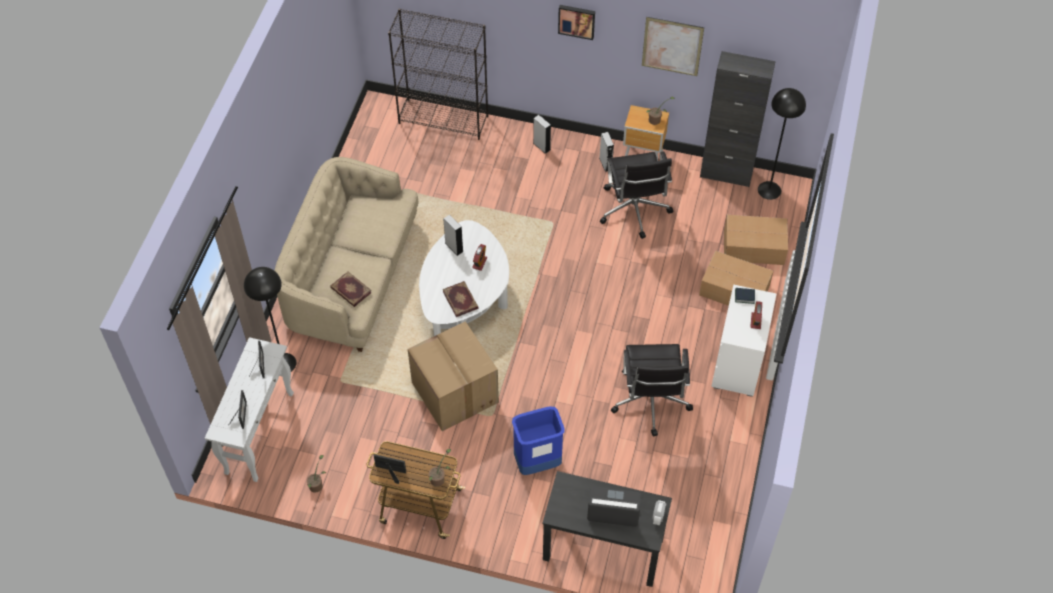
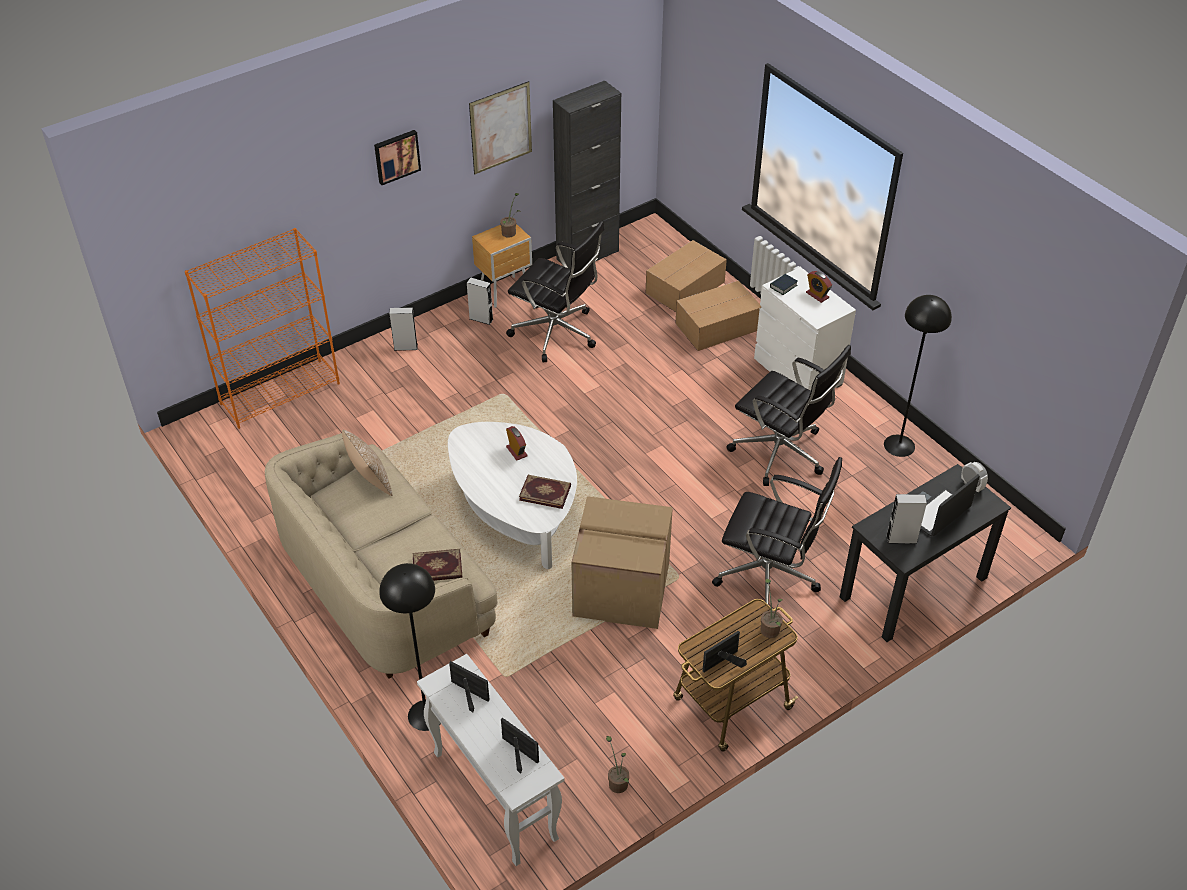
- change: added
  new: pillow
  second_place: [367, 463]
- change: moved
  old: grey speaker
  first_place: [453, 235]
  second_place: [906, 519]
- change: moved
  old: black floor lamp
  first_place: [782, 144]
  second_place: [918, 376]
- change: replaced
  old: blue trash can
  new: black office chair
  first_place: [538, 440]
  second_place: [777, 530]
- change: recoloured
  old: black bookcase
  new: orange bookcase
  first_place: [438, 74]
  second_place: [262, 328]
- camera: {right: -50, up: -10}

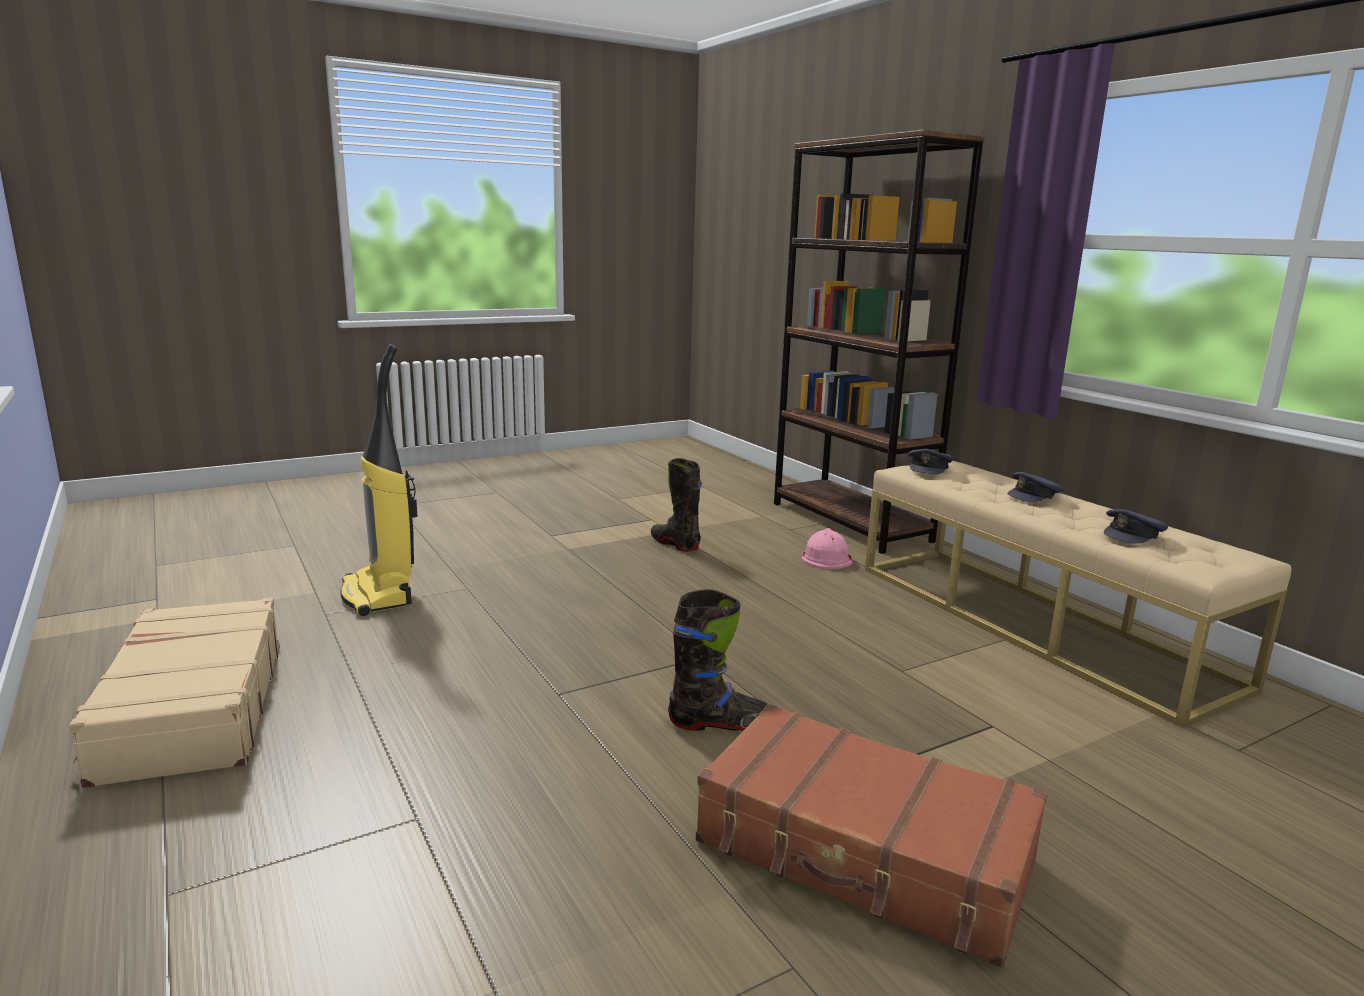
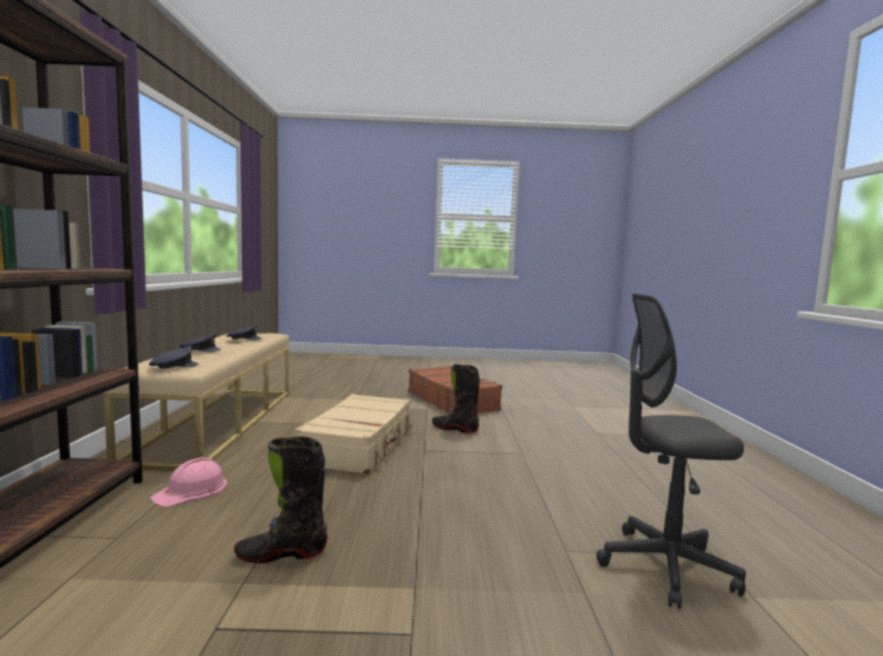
- change: moved
  old: beige suitcase
  first_place: [174, 693]
  second_place: [353, 434]
- change: replaced
  old: vacuum cleaner
  new: grey office chair
  first_place: [379, 480]
  second_place: [671, 451]
- change: turned
  old: black boot
  first_place: [676, 505]
  second_place: [281, 499]
  degrees: 90
- camera: {right: -150, up: -10}

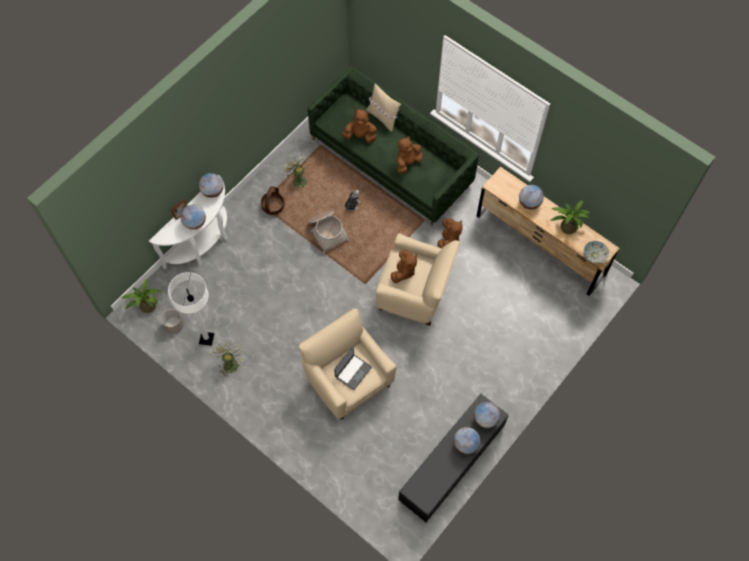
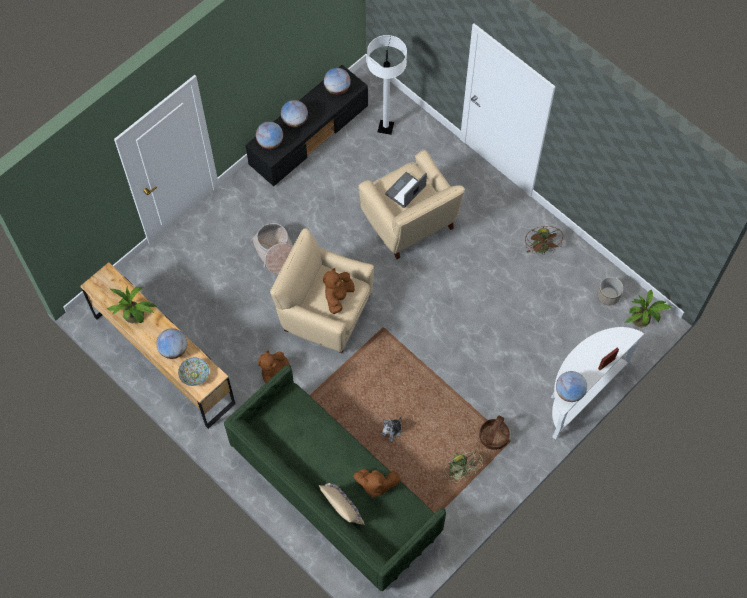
- change: removed
  old: brown plush toy
  first_place: [410, 155]
- change: moved
  old: white floor lamp
  first_place: [191, 309]
  second_place: [387, 85]
- change: moved
  old: globe
  first_place: [193, 217]
  second_place: [337, 81]
- change: moved
  old: basket
  first_place: [329, 232]
  second_place: [272, 248]
- change: moved
  old: bowl
  first_place: [596, 252]
  second_place: [193, 372]
- change: recoloured
  old: green fan
  new: brown fan
  first_place: [227, 360]
  second_place: [544, 240]
- camera: {right: -175, up: 0}

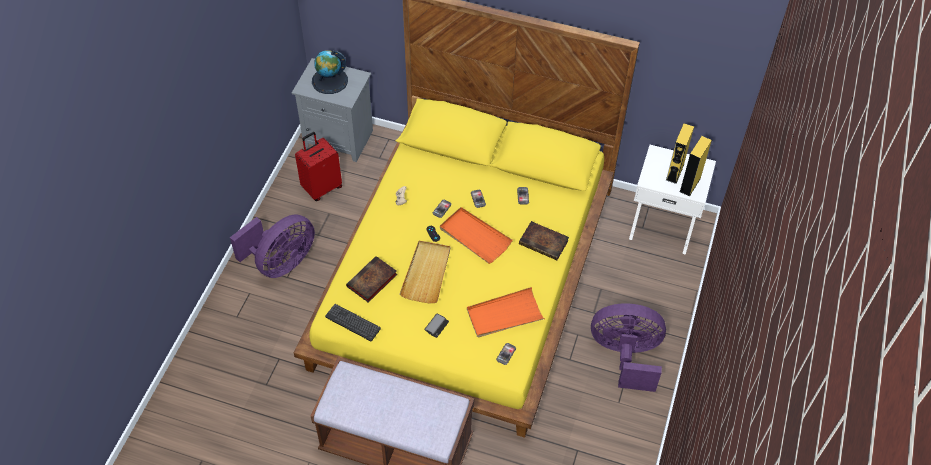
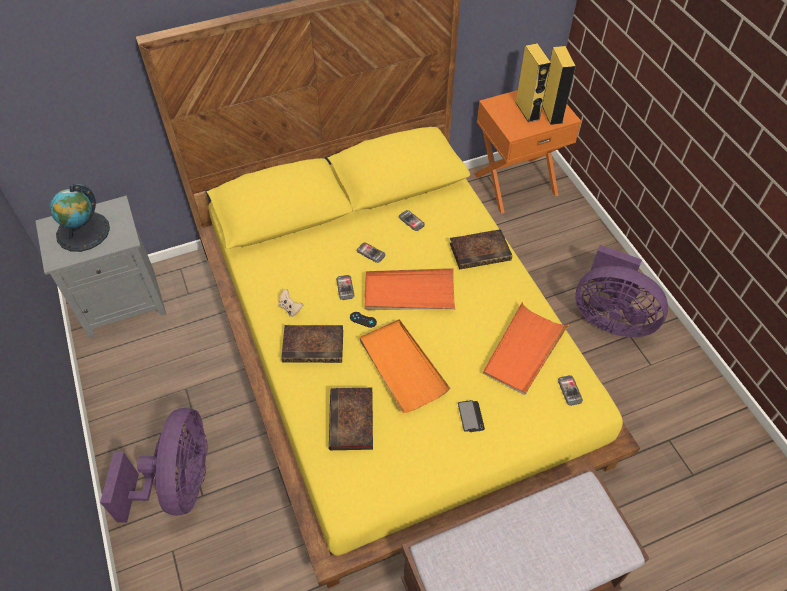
- change: removed
  old: red suitcase
  first_place: [318, 166]
- change: removed
  old: keyboard
  first_place: [353, 322]
- change: added
  new: book
  second_place: [312, 344]
- change: recoloured
  old: beige tray
  new: orange tray
  first_place: [424, 272]
  second_place: [405, 366]
- change: recoloured
  old: white nightstand
  new: orange nightstand
  first_place: [672, 200]
  second_place: [527, 152]
- change: turned
  old: purple fan
  first_place: [628, 347]
  second_place: [621, 291]
  degrees: -120
- camera: {right: -40, up: 0}

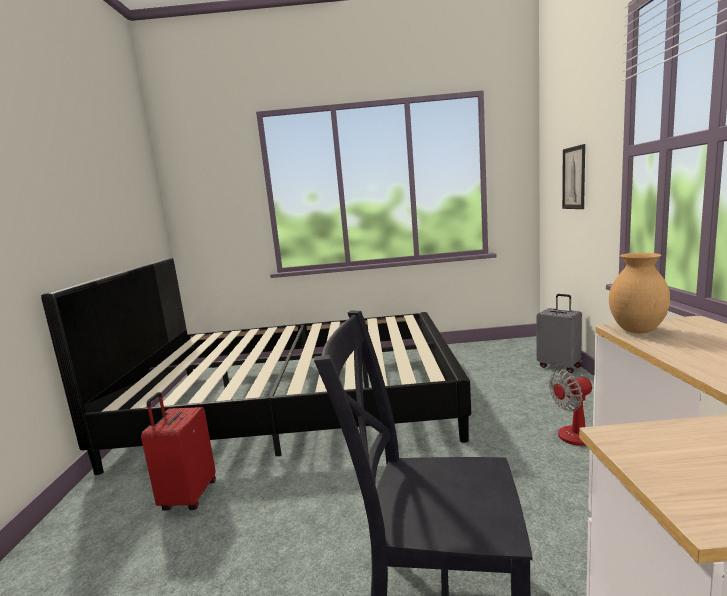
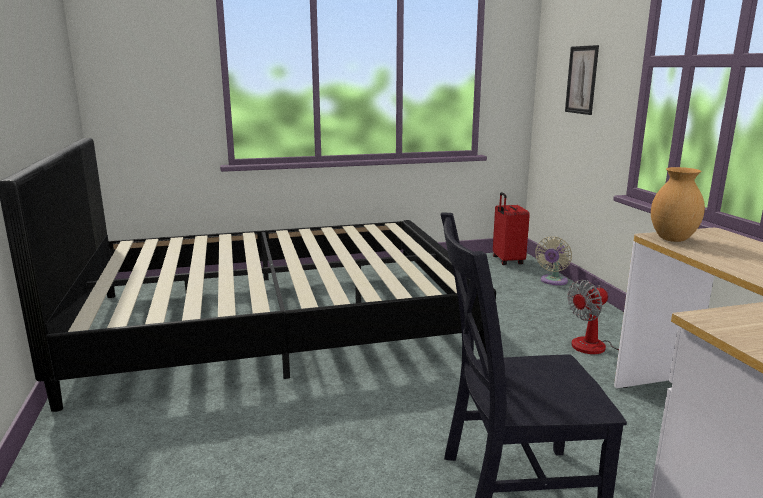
- change: moved
  old: red suitcase
  first_place: [178, 451]
  second_place: [511, 228]
- change: replaced
  old: grey suitcase
  new: beige fan
  first_place: [559, 333]
  second_place: [553, 260]
- camera: {right: -15, up: 5}

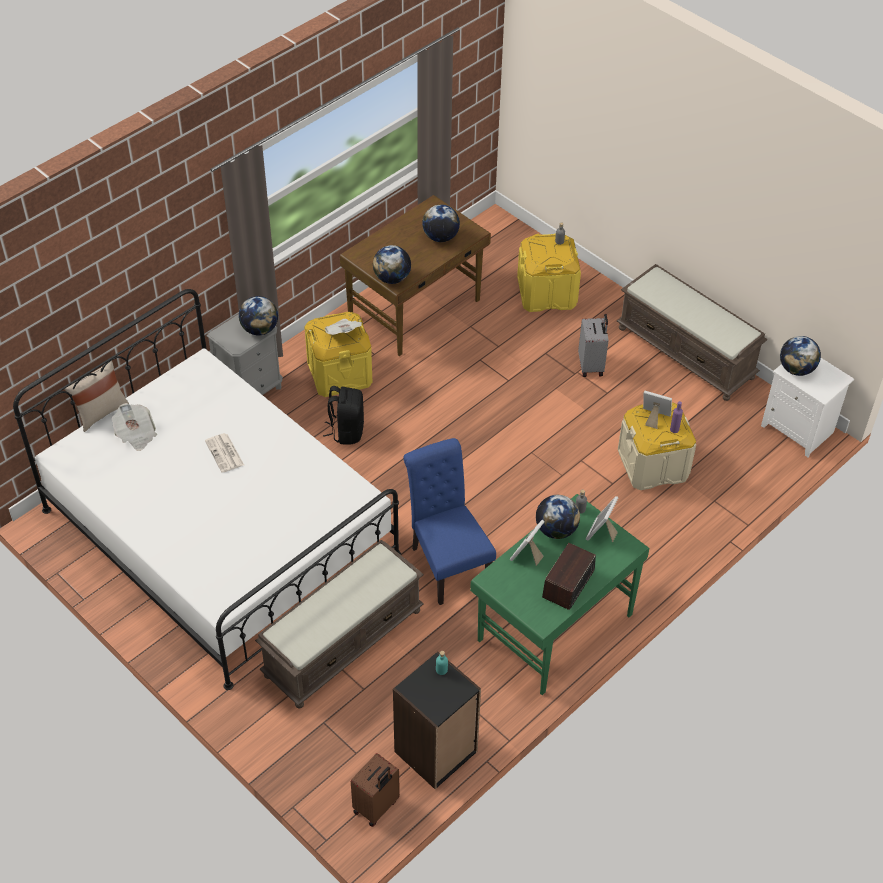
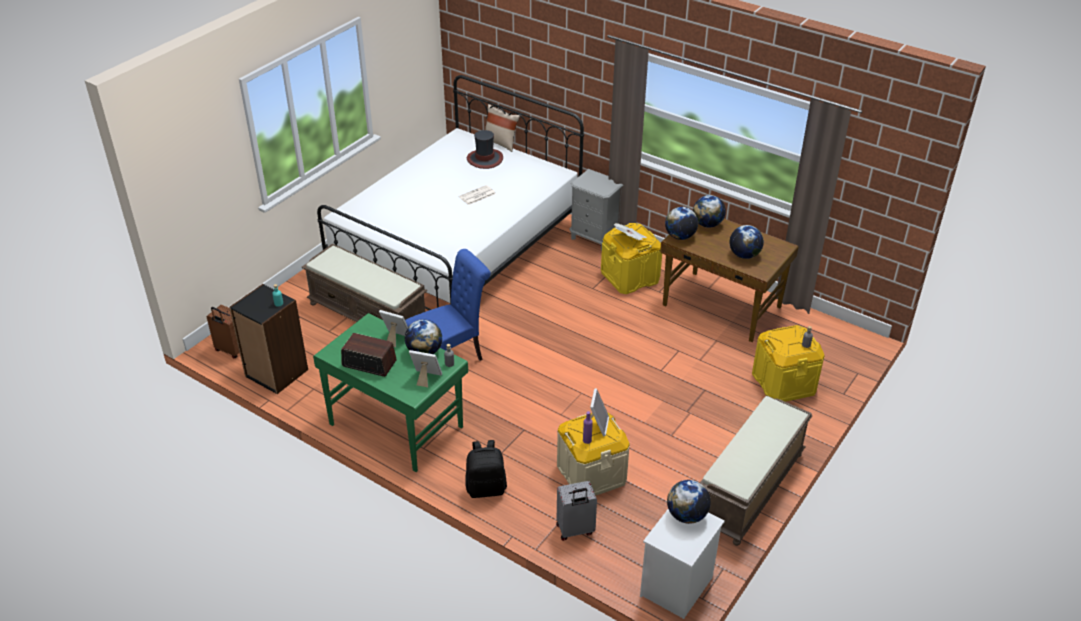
- change: moved
  old: globe
  first_place: [258, 315]
  second_place: [709, 211]
- change: moved
  old: black backpack
  first_place: [343, 415]
  second_place: [486, 469]
- change: moved
  old: grey suitcase
  first_place: [593, 345]
  second_place: [576, 511]
- change: replaced
  old: newspaper
  new: hat
  first_place: [134, 427]
  second_place: [485, 149]
- camera: {right: 80, up: -10}

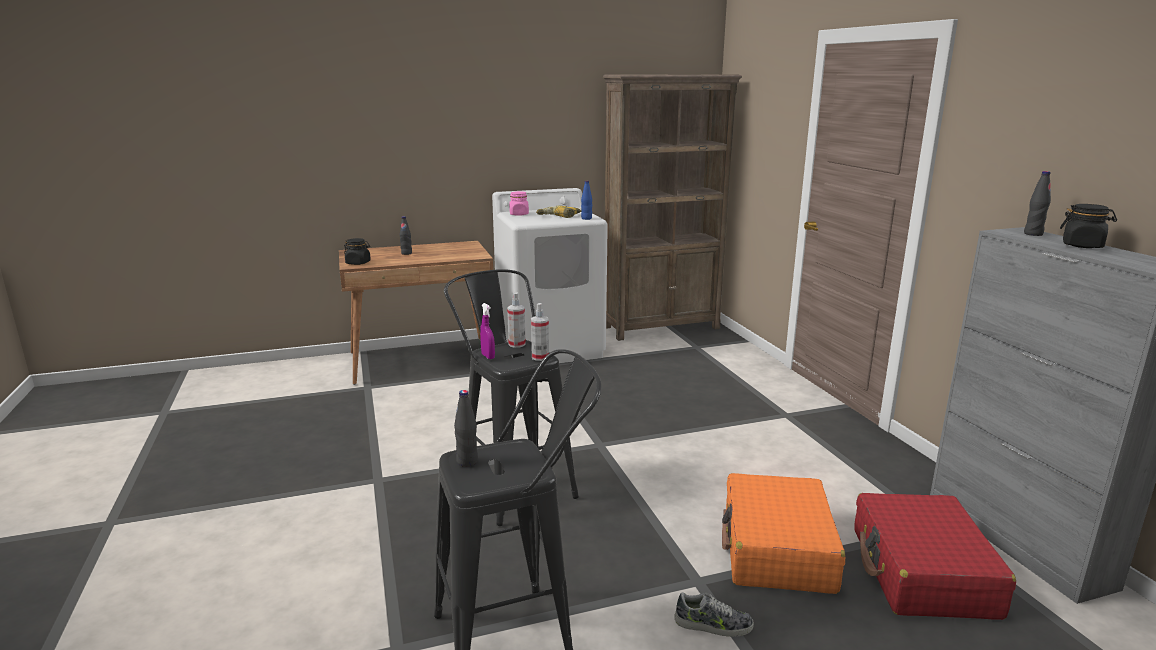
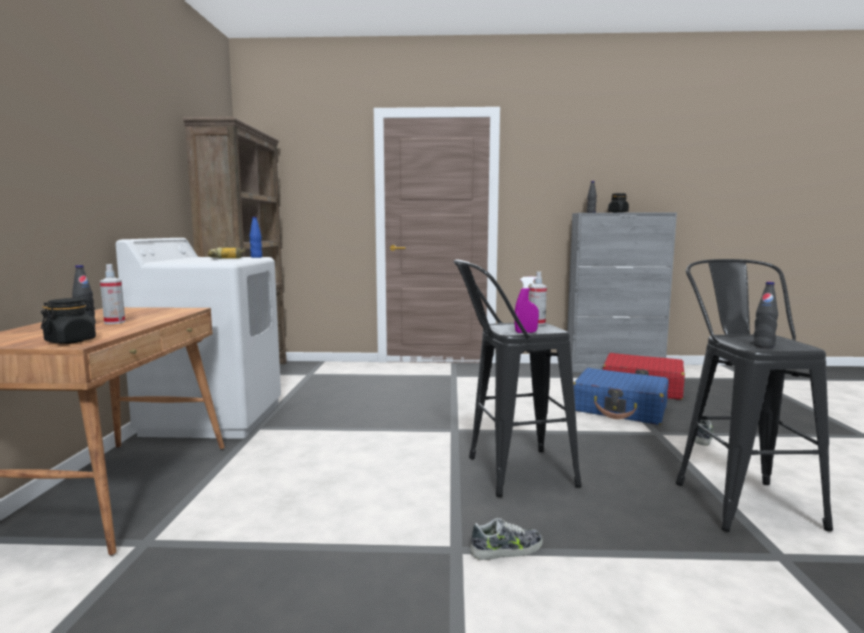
- change: removed
  old: pink jar
  first_place: [519, 203]
- change: added
  new: shoe
  second_place: [506, 539]
- change: moved
  old: spray bottle
  first_place: [516, 320]
  second_place: [112, 294]
- change: recoloured
  old: orange suitcase
  new: blue suitcase
  first_place: [783, 533]
  second_place: [621, 396]
- camera: {right: -70, up: -10}

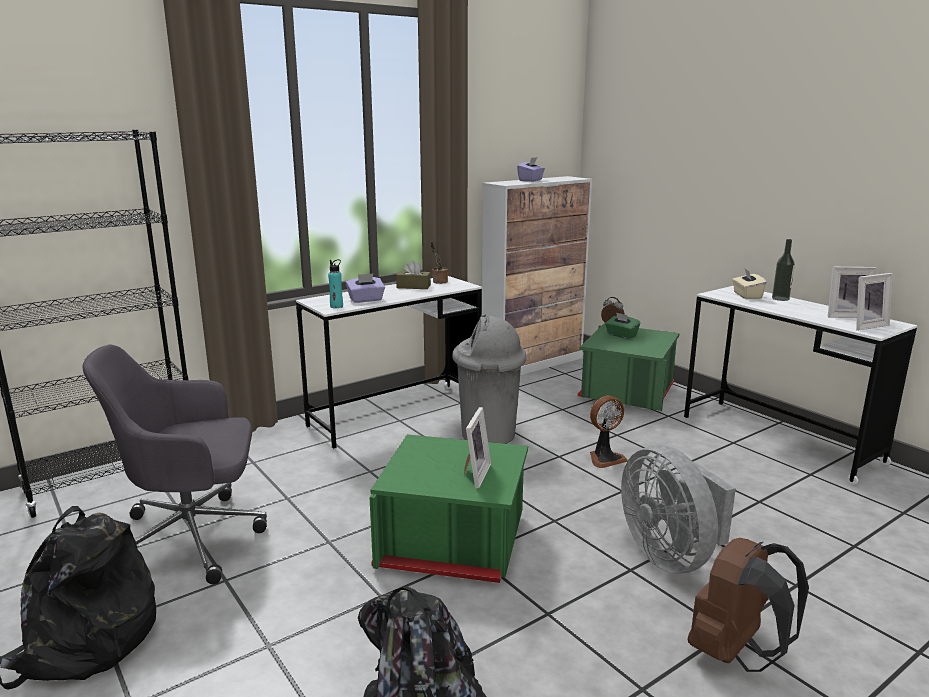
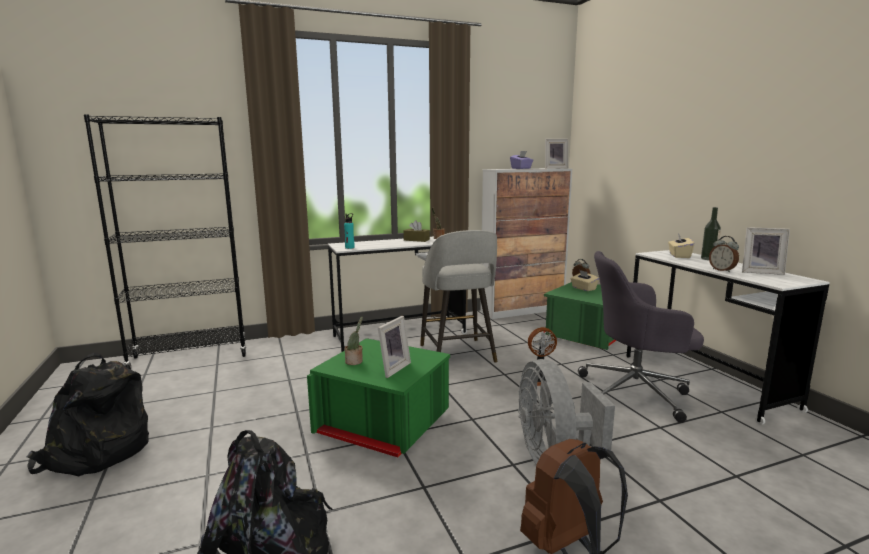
- change: removed
  old: purple tissue box
  first_place: [365, 288]
- change: added
  new: potted plant
  second_place: [354, 341]
- change: added
  new: alarm clock
  second_place: [724, 254]
- change: moved
  old: grey office chair
  first_place: [175, 464]
  second_place: [641, 337]
- change: moved
  old: picture frame
  first_place: [874, 301]
  second_place: [556, 154]
- change: replaced
  old: grey trash can
  new: grey stool
  first_place: [489, 379]
  second_place: [459, 296]
- change: recoloured
  old: green tissue box
  new: beige tissue box
  first_place: [623, 325]
  second_place: [585, 280]
- camera: {right: 15, up: -5}

